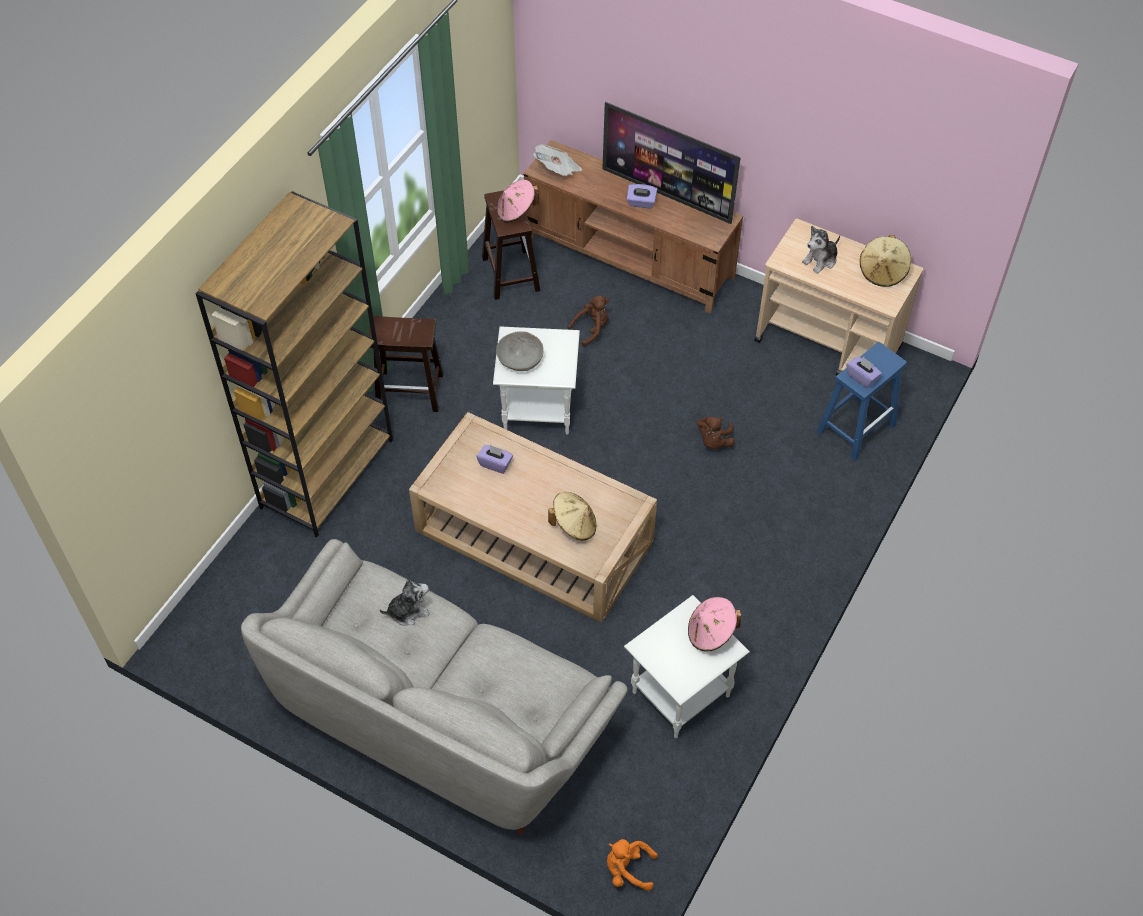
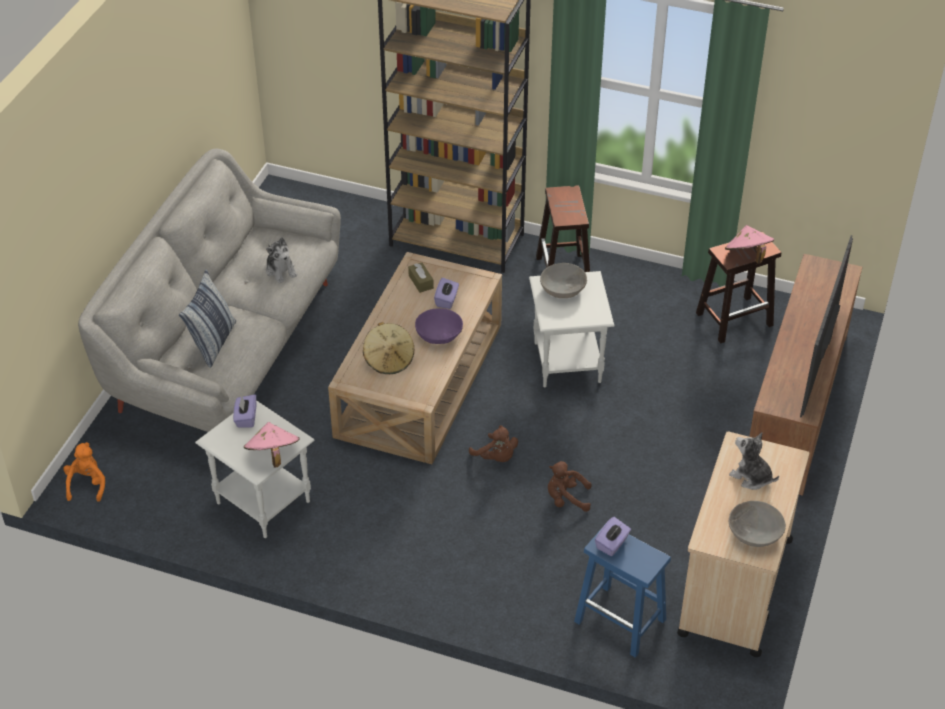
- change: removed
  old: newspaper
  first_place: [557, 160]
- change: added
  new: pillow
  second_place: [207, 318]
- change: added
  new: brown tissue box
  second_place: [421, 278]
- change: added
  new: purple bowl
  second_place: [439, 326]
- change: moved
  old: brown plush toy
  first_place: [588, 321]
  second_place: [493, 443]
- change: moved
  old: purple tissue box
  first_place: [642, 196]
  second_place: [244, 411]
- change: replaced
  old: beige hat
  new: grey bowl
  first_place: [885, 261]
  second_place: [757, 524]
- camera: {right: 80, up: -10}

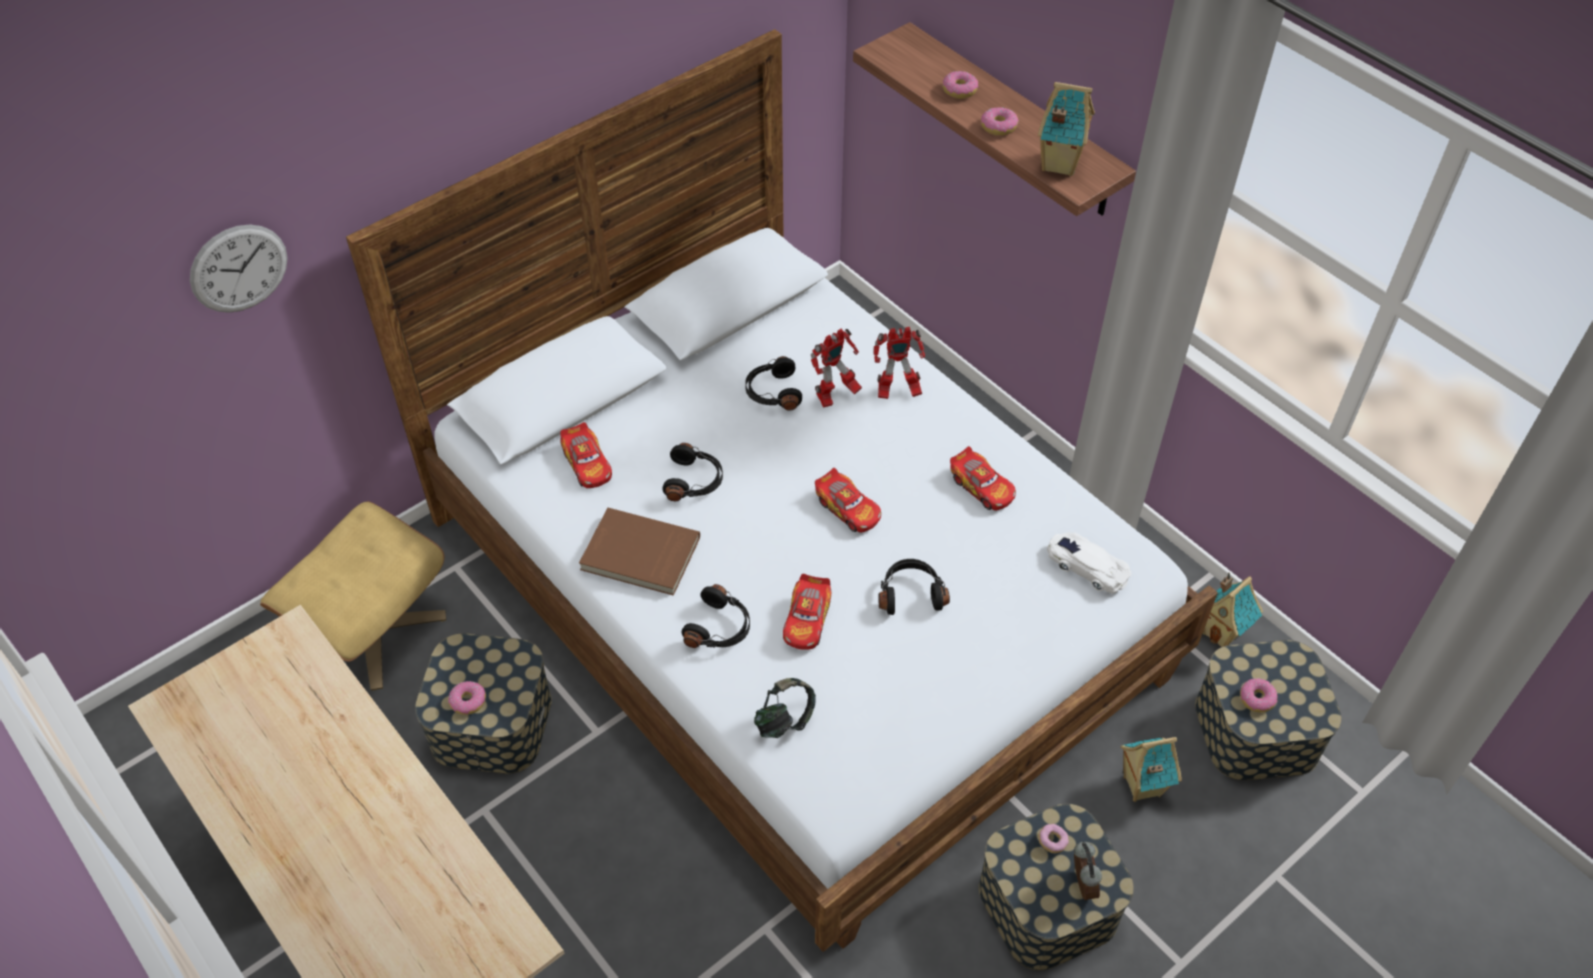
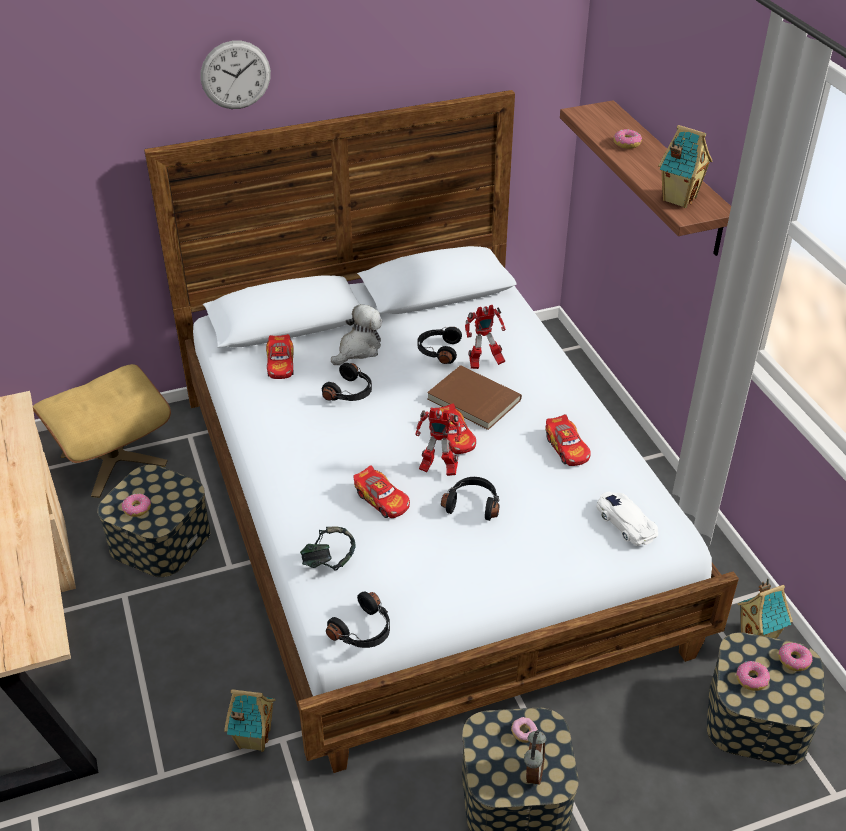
- change: added
  new: plush toy
  second_place: [356, 334]
- change: moved
  old: wall clock
  first_place: [239, 268]
  second_place: [236, 75]
- change: moved
  old: brown book
  first_place: [639, 552]
  second_place: [474, 397]
- change: moved
  old: black headphones
  first_place: [715, 616]
  second_place: [358, 619]
- change: moved
  old: toy robot
  first_place: [899, 363]
  second_place: [438, 442]
- change: moved
  old: donut
  first_place: [1000, 122]
  second_place: [795, 657]
- change: moved
  old: toy house
  first_place: [1151, 769]
  second_place: [249, 720]
- change: turned
  old: toy car
  first_place: [807, 612]
  second_place: [381, 491]
  degrees: -75
- camera: {right: 20, up: -10}

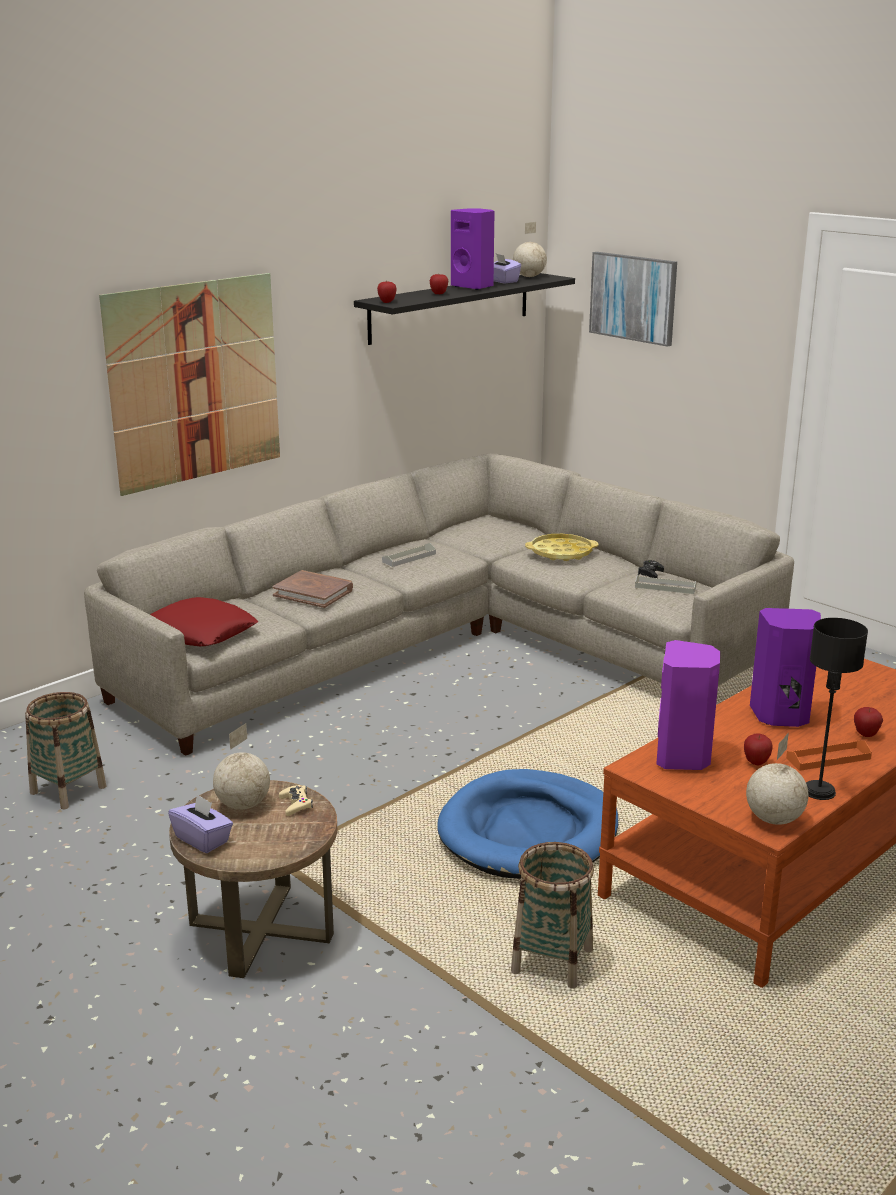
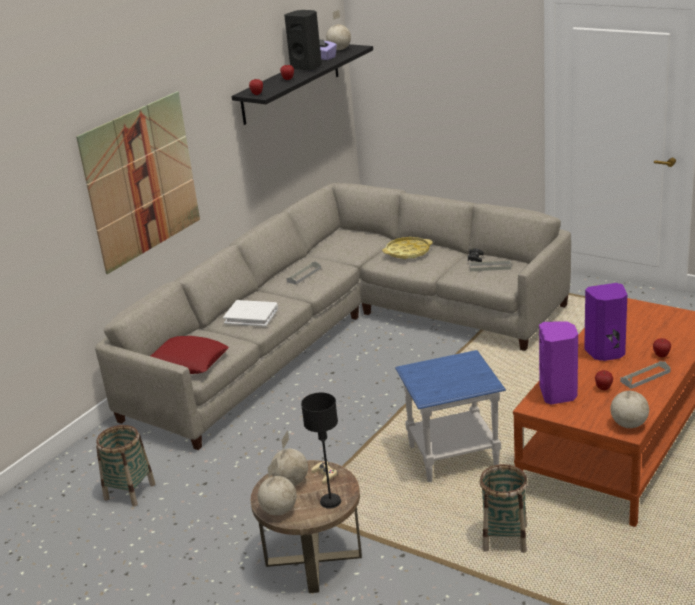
- change: removed
  old: picture
  first_place: [633, 299]
- change: moved
  old: black table lamp
  first_place: [837, 709]
  second_place: [321, 451]
- change: replaced
  old: purple tissue box
  new: globe
  first_place: [200, 823]
  second_place: [277, 486]
- change: replaced
  old: blue dog bed
  new: blue side table
  first_place: [527, 824]
  second_place: [450, 416]
- change: recoloured
  old: brown book
  new: white book
  first_place: [312, 589]
  second_place: [250, 313]
- change: recoloured
  old: purple speaker
  new: black speaker
  first_place: [472, 249]
  second_place: [303, 40]
- change: recoloured
  old: orange tray
  new: grey tray
  first_place: [829, 755]
  second_place: [645, 375]
- camera: {right: -10, up: 5}

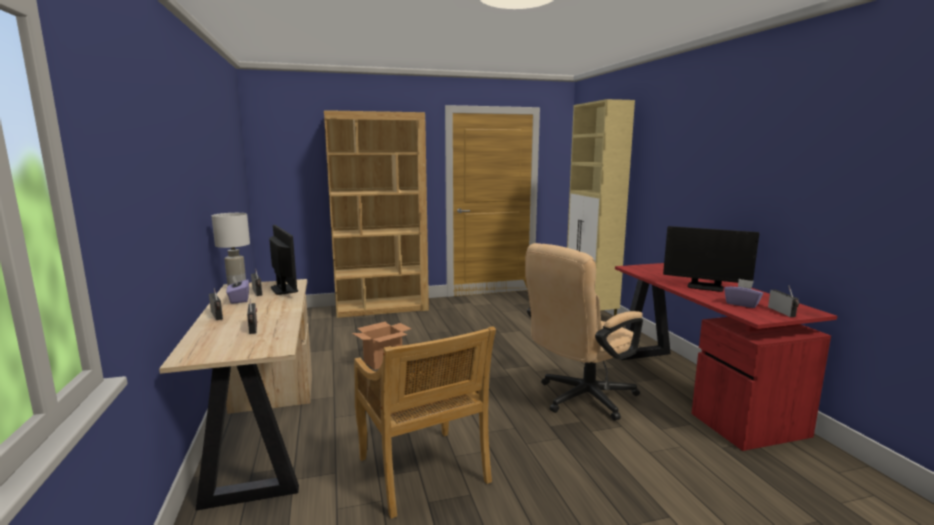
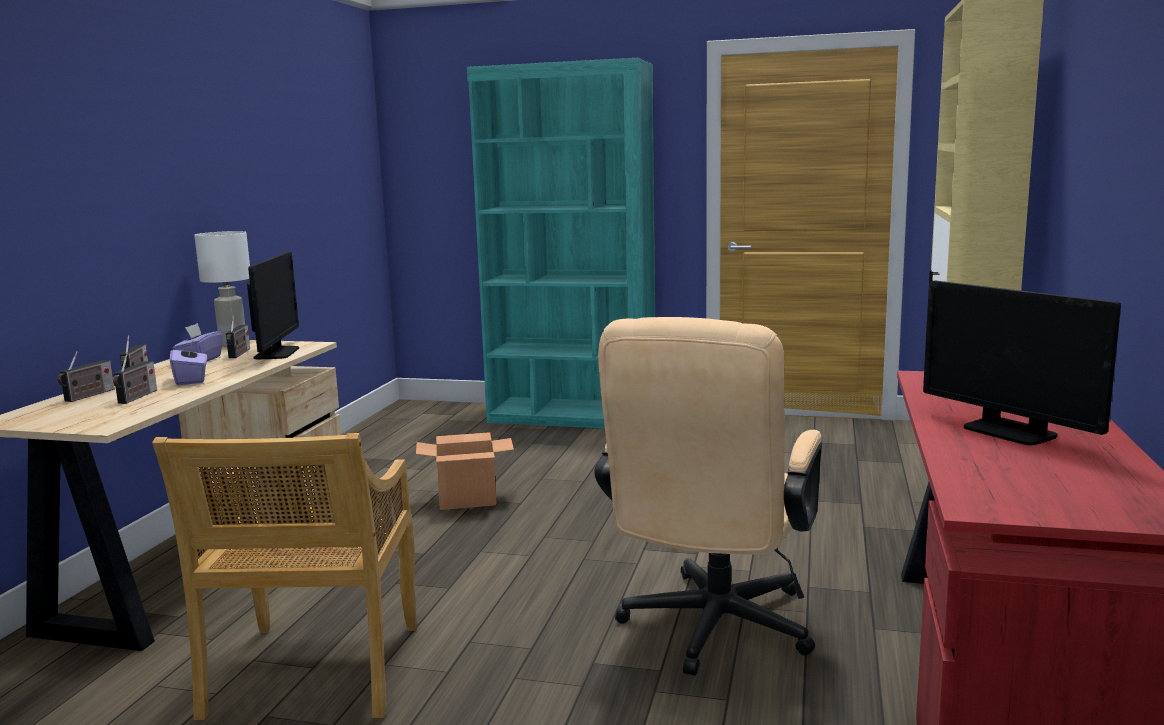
- change: moved
  old: purple tissue box
  first_place: [743, 293]
  second_place: [188, 362]
- change: moved
  old: radio
  first_place: [783, 301]
  second_place: [86, 376]
- change: recoloured
  old: brown bookcase
  new: turquoise bookcase
  first_place: [376, 214]
  second_place: [561, 243]
- change: turned
  old: beige office chair
  first_place: [584, 332]
  second_place: [708, 496]
  degrees: -60
- camera: {right: 30, up: 0}

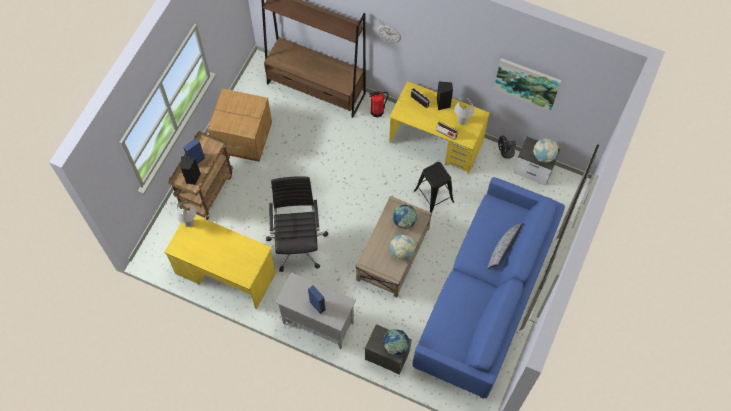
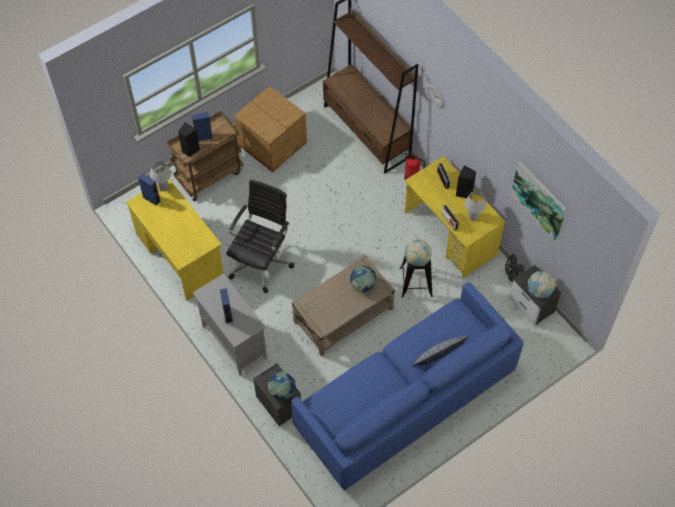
- change: added
  new: blue speaker
  second_place: [149, 189]
- change: moved
  old: globe
  first_place: [403, 246]
  second_place: [418, 252]
- camera: {right: 30, up: -5}

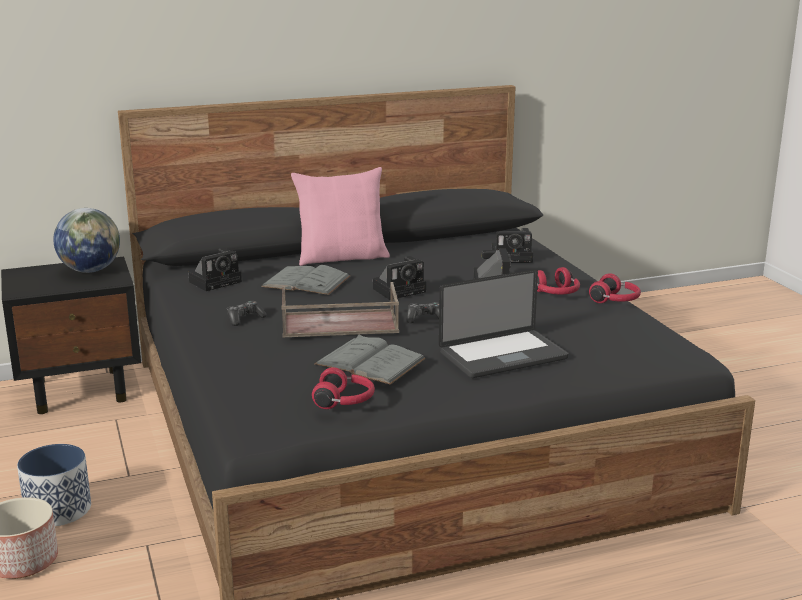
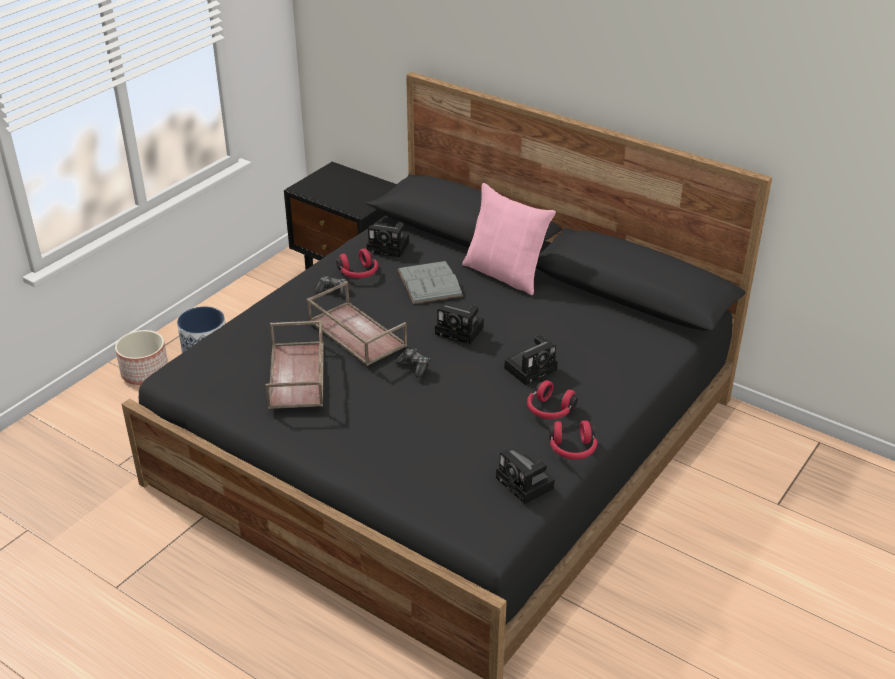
- change: removed
  old: globe
  first_place: [86, 240]
- change: removed
  old: laptop
  first_place: [504, 323]
- change: moved
  old: red headphones
  first_place: [343, 388]
  second_place: [357, 263]
- change: moved
  old: photo camera
  first_place: [512, 245]
  second_place: [525, 476]
- change: replaced
  old: grey book
  new: brown tray
  first_place: [370, 359]
  second_place: [295, 364]
- camera: {right: 55, up: 15}

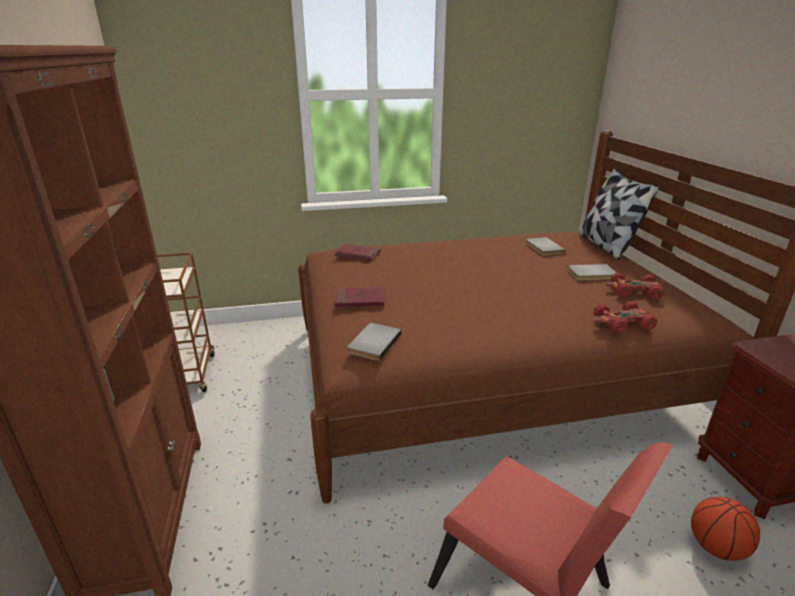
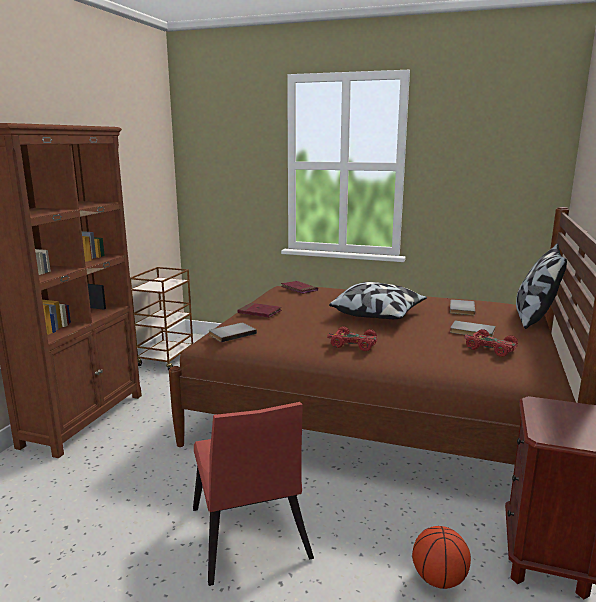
- change: added
  new: pillow
  second_place: [378, 300]
- change: moved
  old: red toy car
  first_place: [626, 317]
  second_place: [352, 339]
- camera: {right: 30, up: -10}

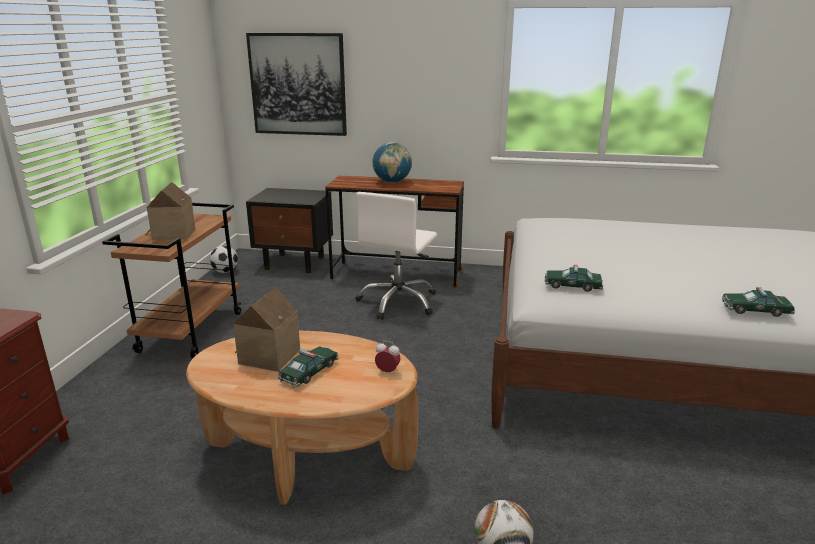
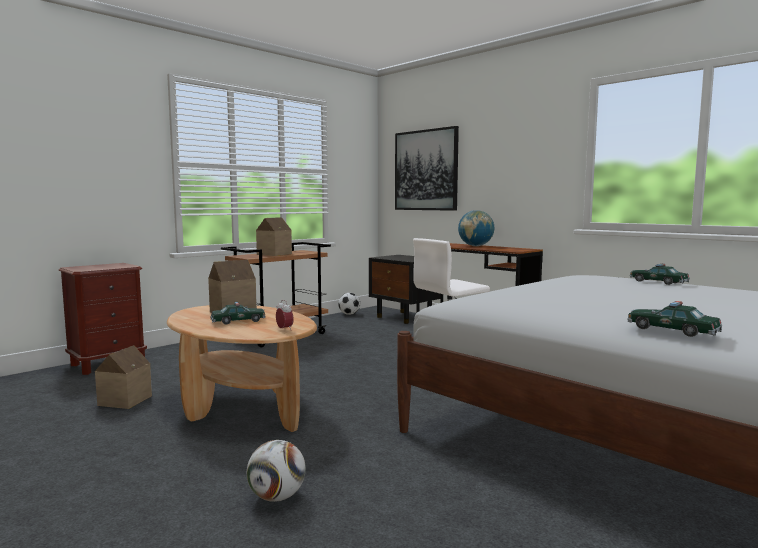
- change: added
  new: toy house
  second_place: [123, 377]
- change: moved
  old: toy car
  first_place: [574, 278]
  second_place: [660, 274]
- camera: {right: 35, up: -15}

